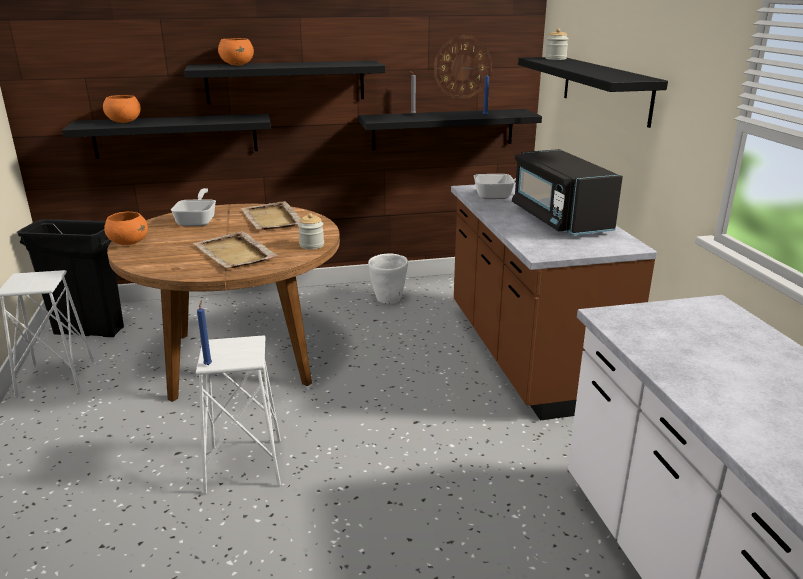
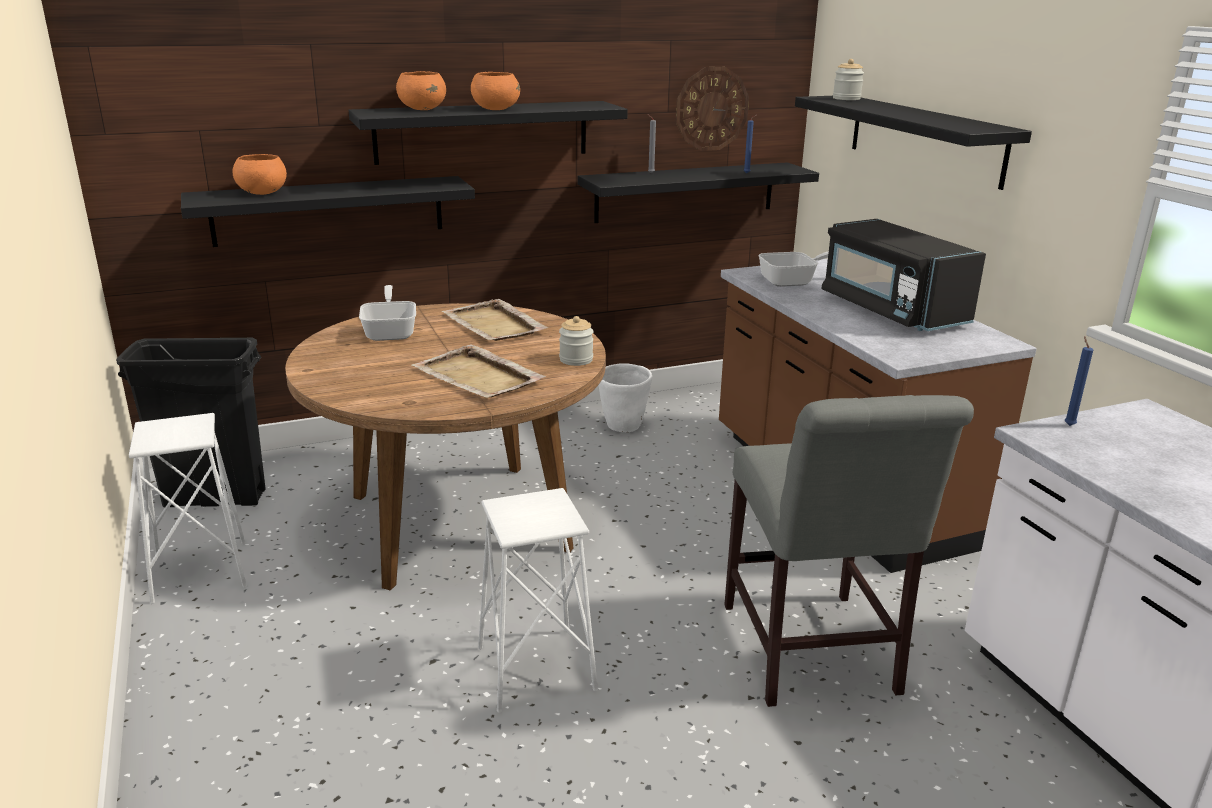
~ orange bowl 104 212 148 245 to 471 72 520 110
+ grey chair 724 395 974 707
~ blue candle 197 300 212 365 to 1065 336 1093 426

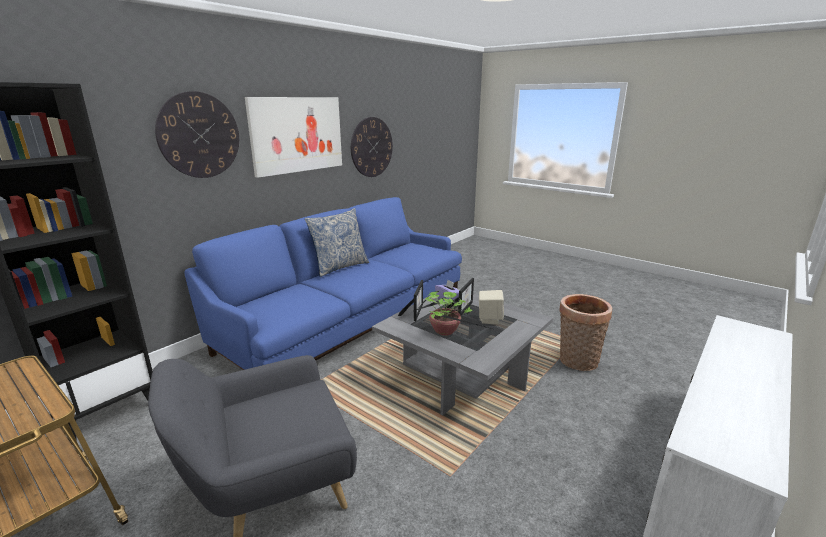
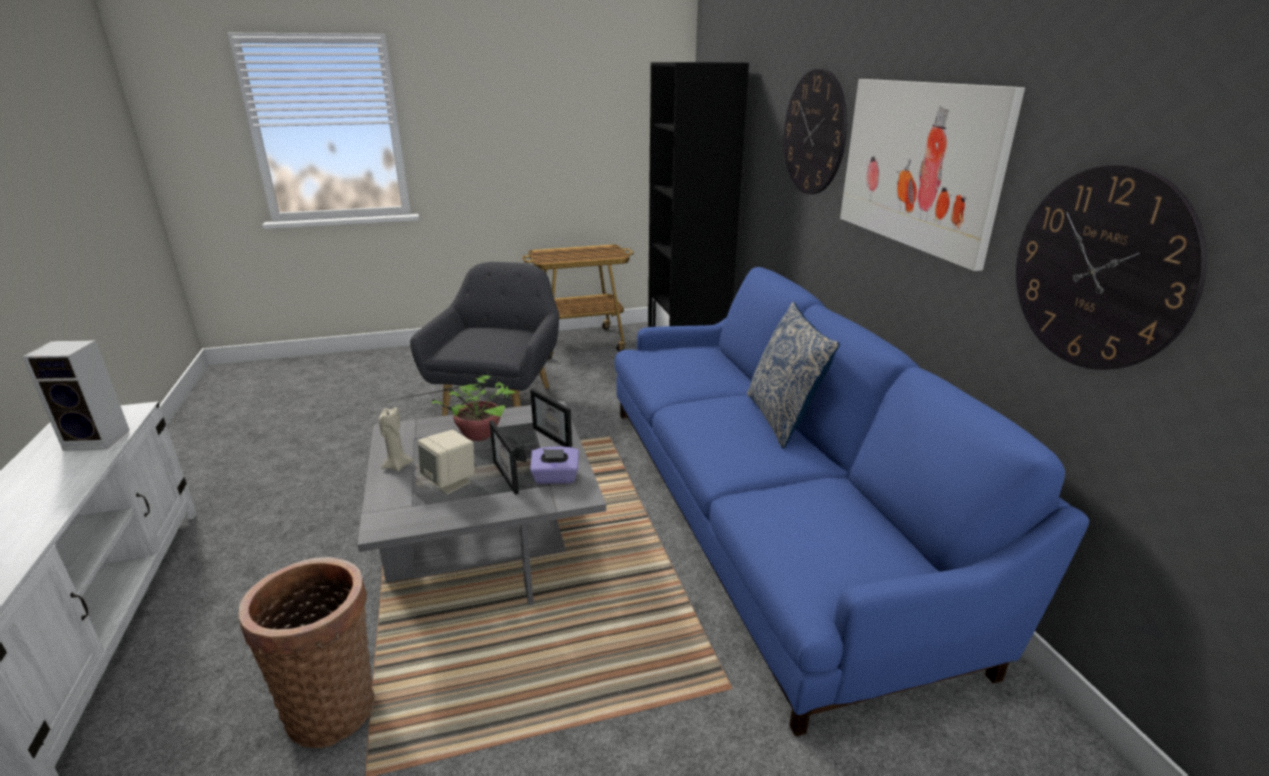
+ speaker 22 340 130 451
+ beige candle 379 407 414 472

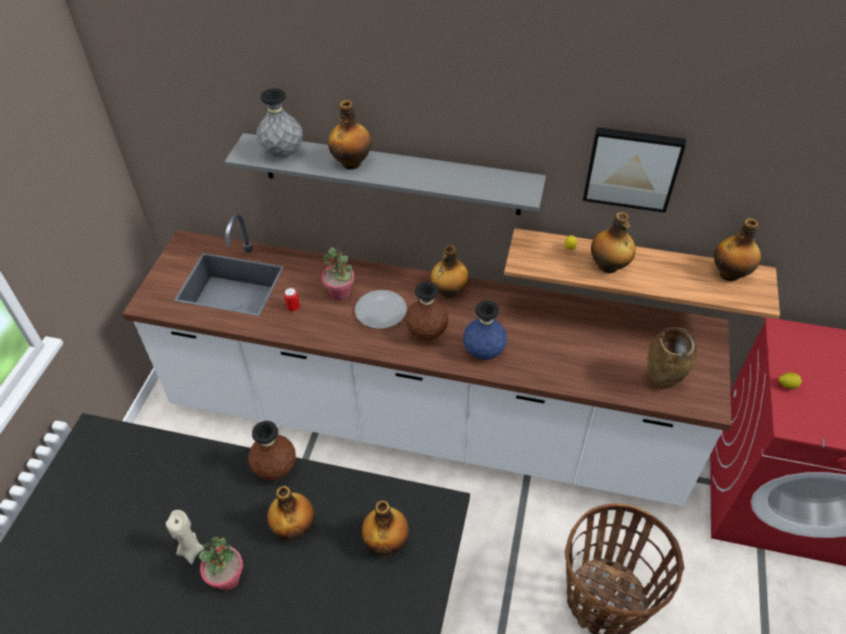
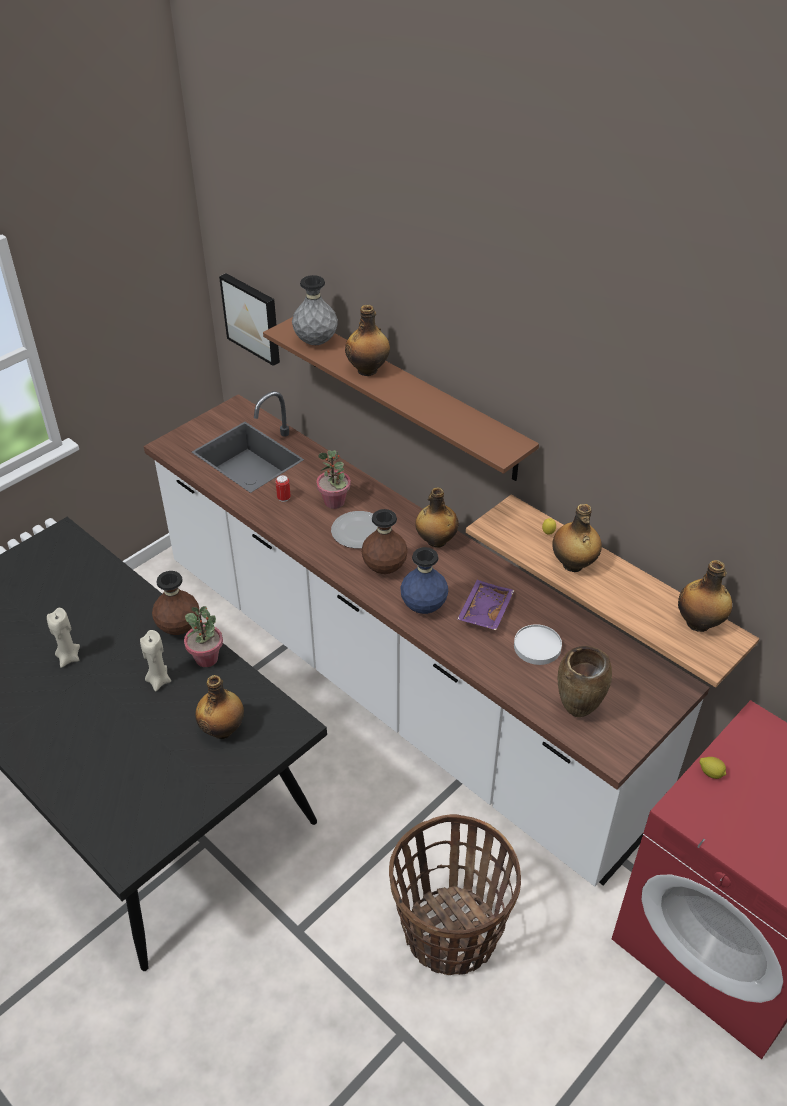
~ bottle 267 486 315 540 to beige candle 140 630 171 692
~ potted plant 198 536 243 591 to 184 606 223 667
~ picture 583 127 686 213 to 219 273 280 366
~ grey shelf 225 133 546 215 to brown shelf 263 317 539 481
+ purple tray 457 580 514 630
+ white plate 514 624 562 665

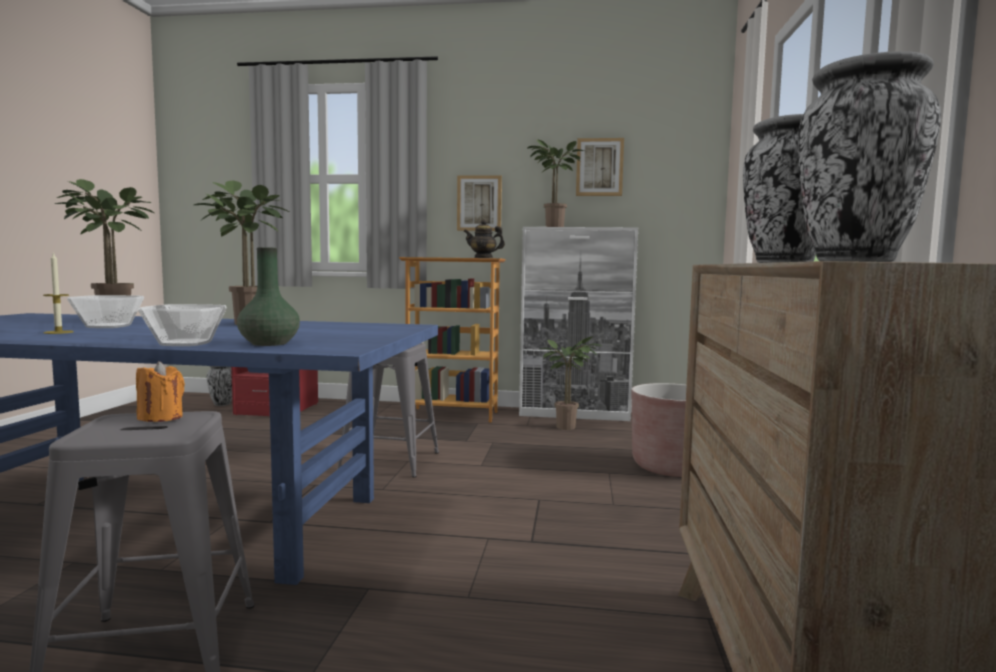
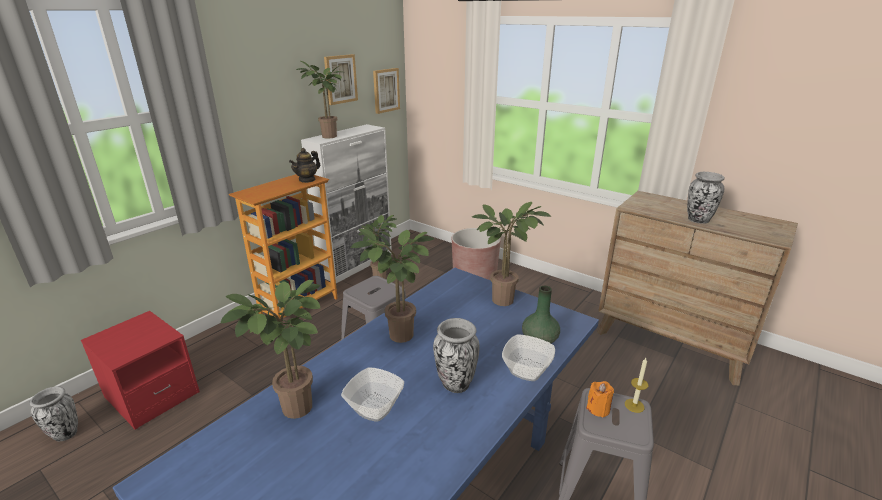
~ picture 457 175 502 231 to 373 68 400 114
~ vase 798 51 941 262 to 433 318 480 393
+ potted plant 472 202 551 306
~ candle 43 252 74 334 to 625 358 648 413

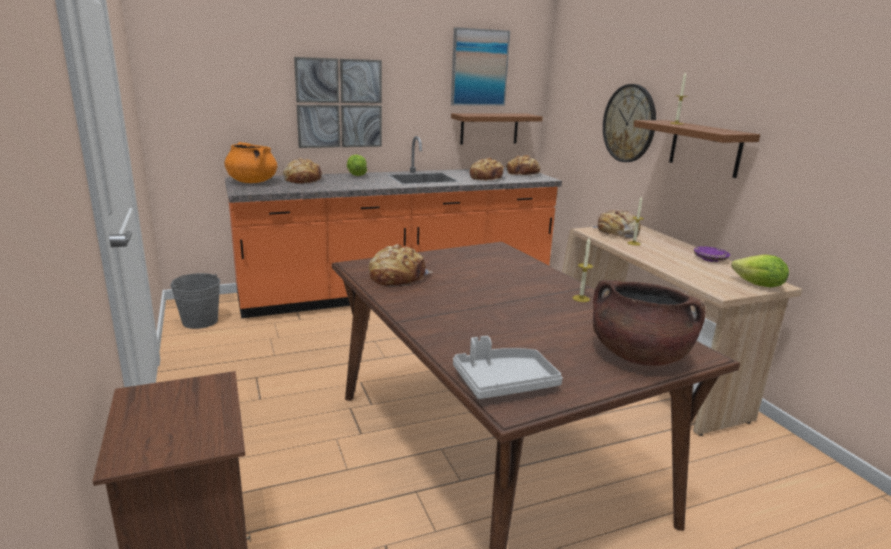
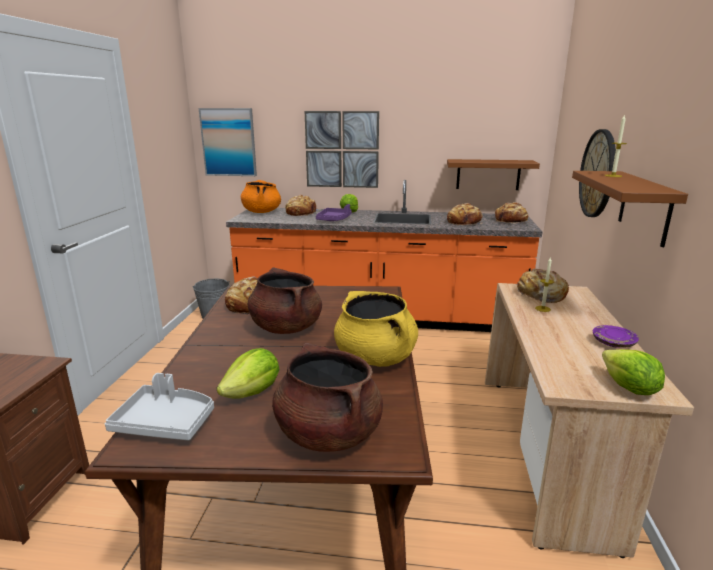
~ picture 451 27 510 106 to 199 108 257 176
+ lettuce 217 348 280 399
+ brown cooking pot 248 267 322 334
+ purple tray 316 204 352 221
~ candle 572 238 593 302 to yellow cooking pot 334 291 418 367

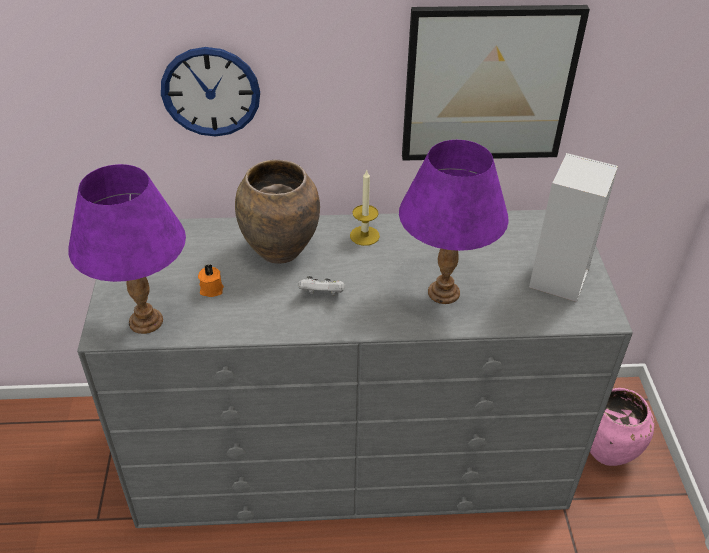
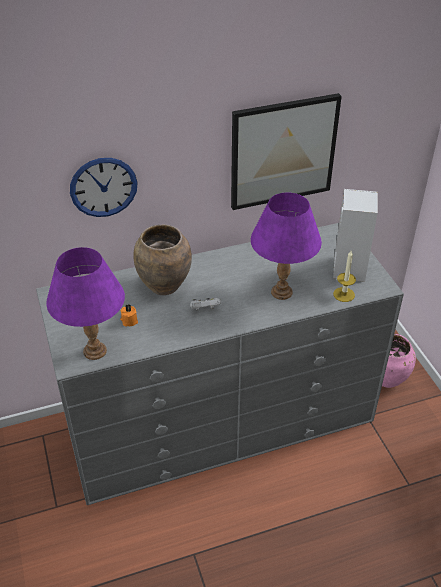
~ candle 350 169 380 246 to 333 251 356 302

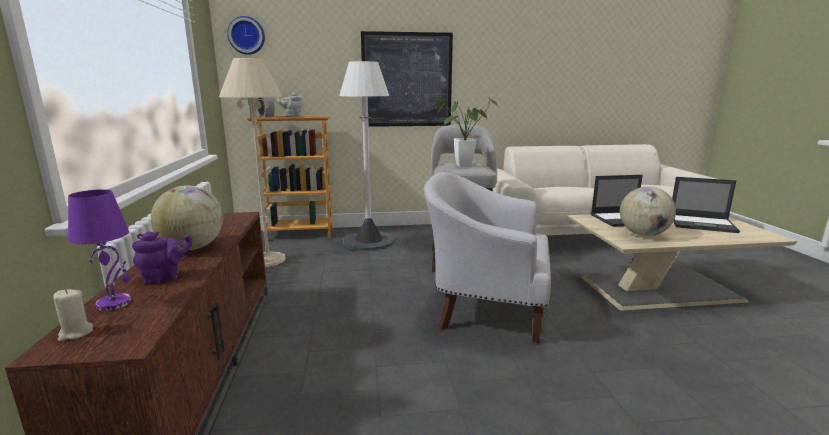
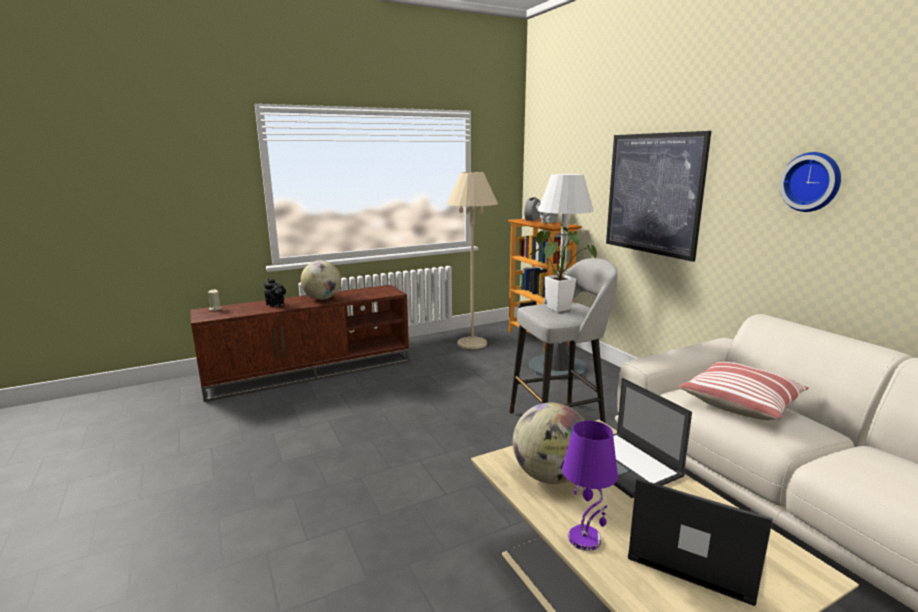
~ purple teapot 132 231 192 284 to black teapot 264 278 286 307
~ purple table lamp 68 189 131 311 to 562 421 618 551
~ laptop 672 177 740 233 = 628 478 773 606 120 degrees clockwise
+ pillow 679 362 809 420
~ wall clock 227 16 265 55 to 779 152 841 212
- white armchair 424 172 551 343

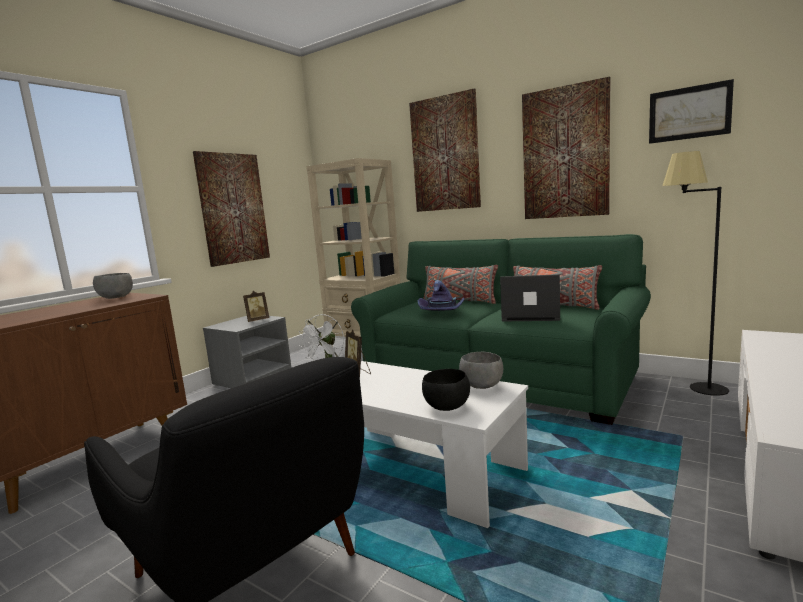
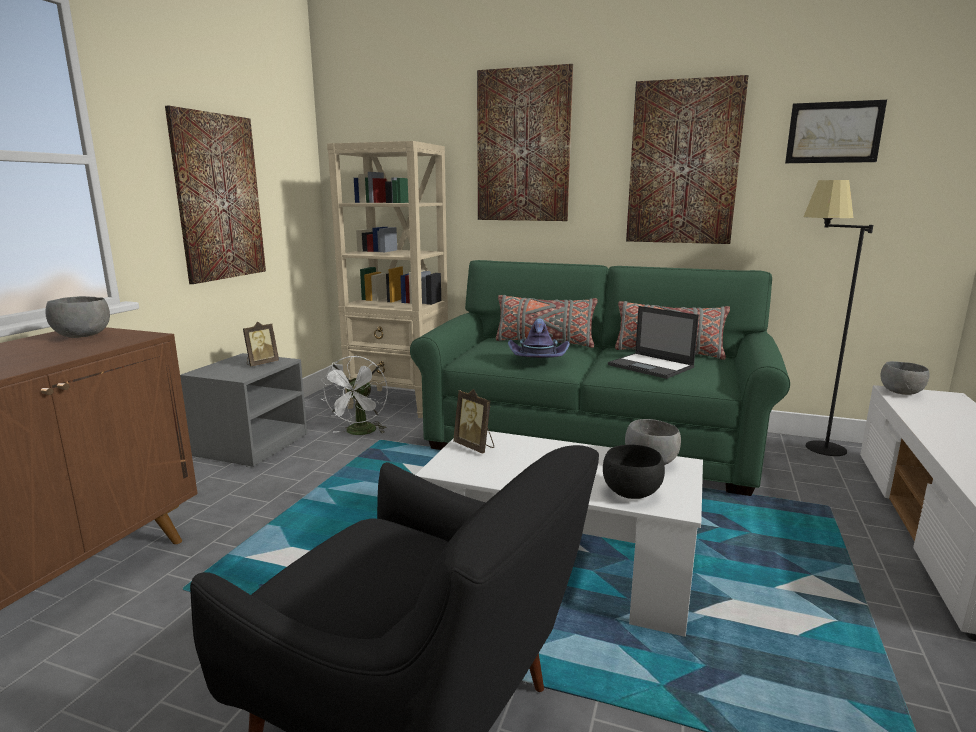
~ laptop 500 274 560 321 = 608 306 699 379 135 degrees counterclockwise
+ grey bowl 880 361 930 395

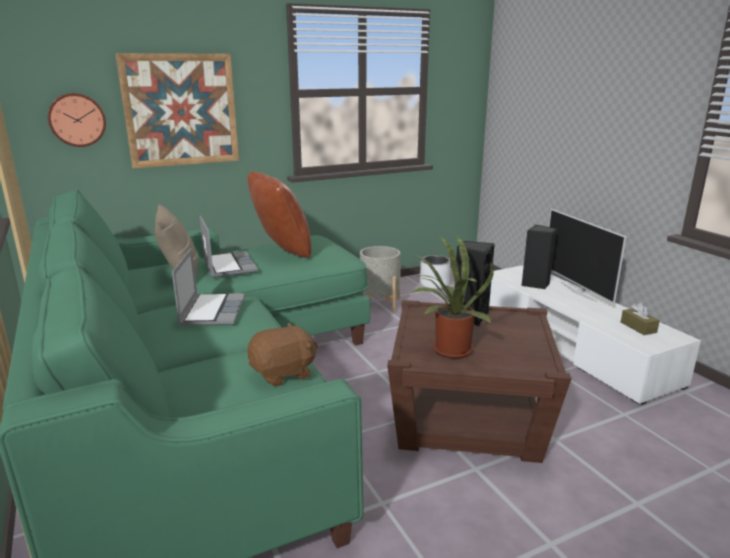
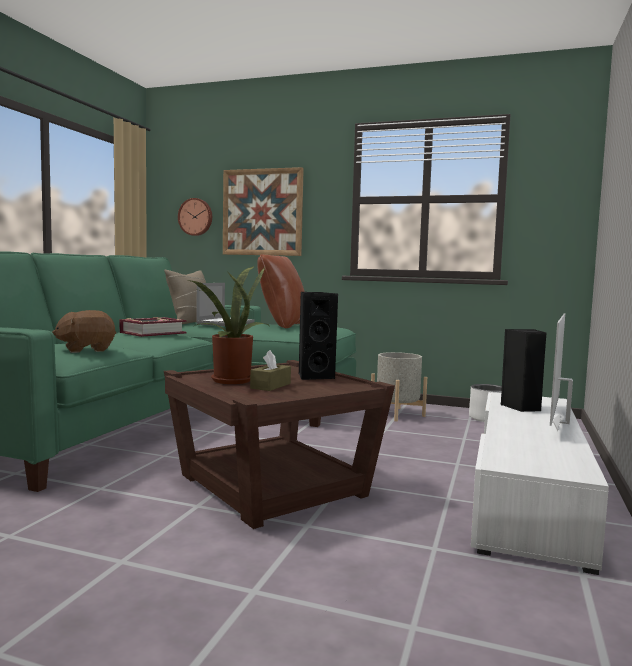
~ brown plush toy 247 322 318 387 = 52 310 116 353 135 degrees clockwise
~ laptop 172 248 245 326 to book 120 317 187 337
~ brown tissue box 621 303 660 335 to 250 350 291 391

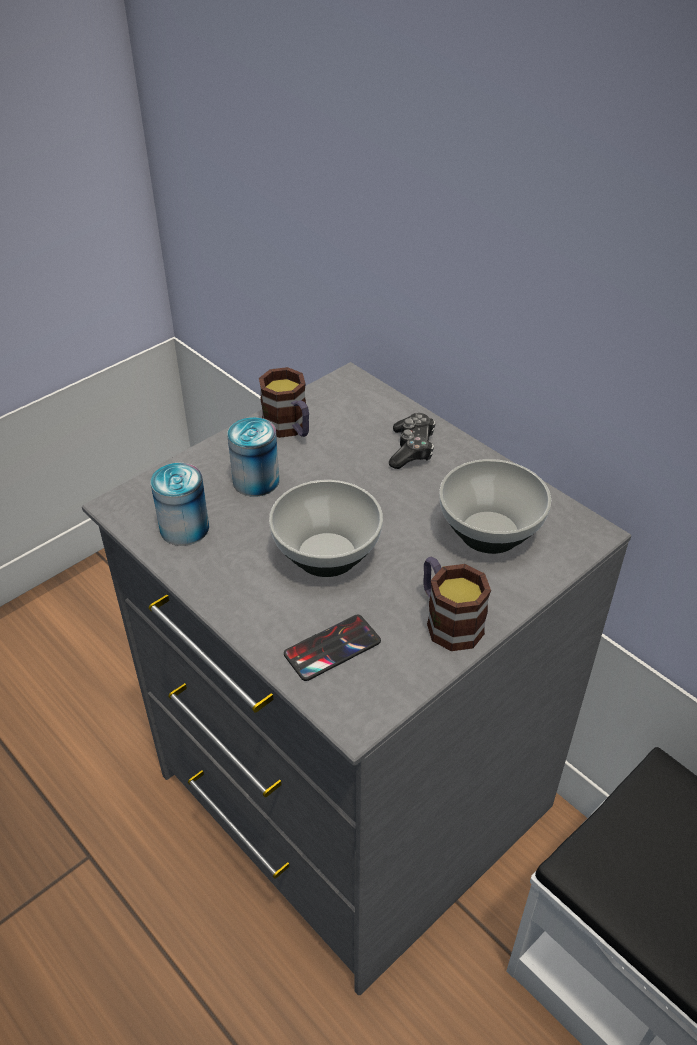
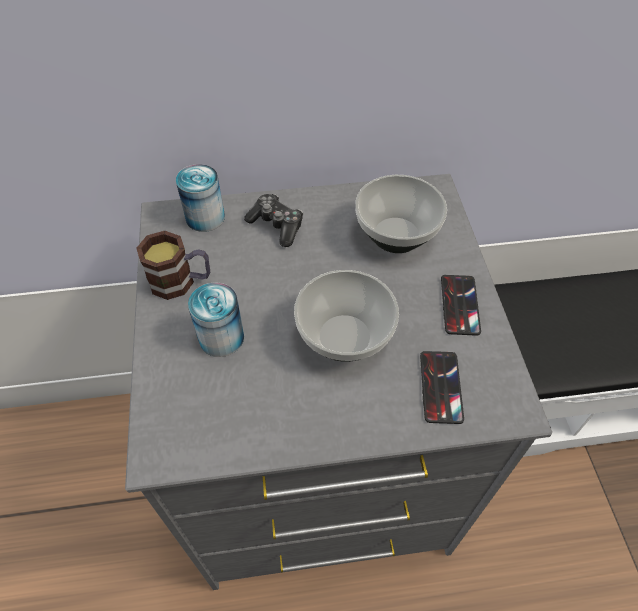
~ can 151 463 209 546 to 176 164 225 232
~ mug 423 557 491 651 to phone 441 275 481 336

